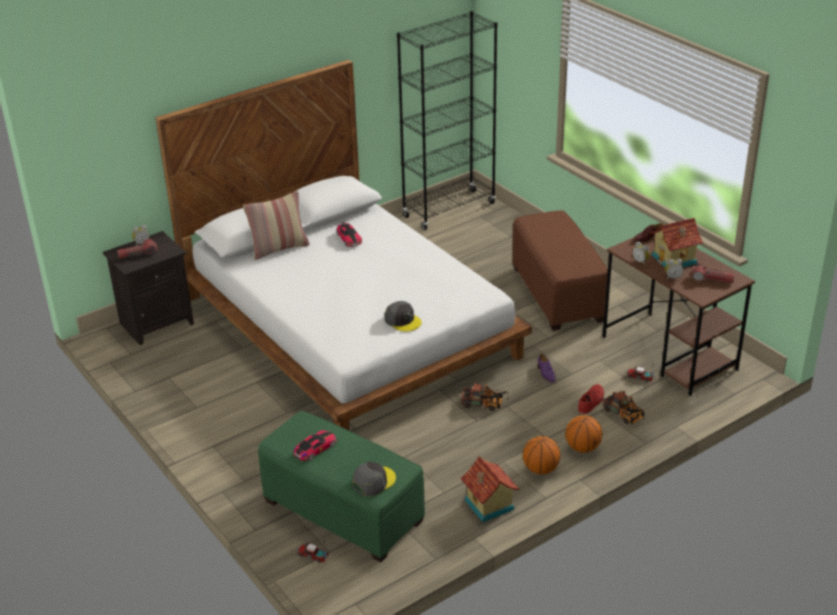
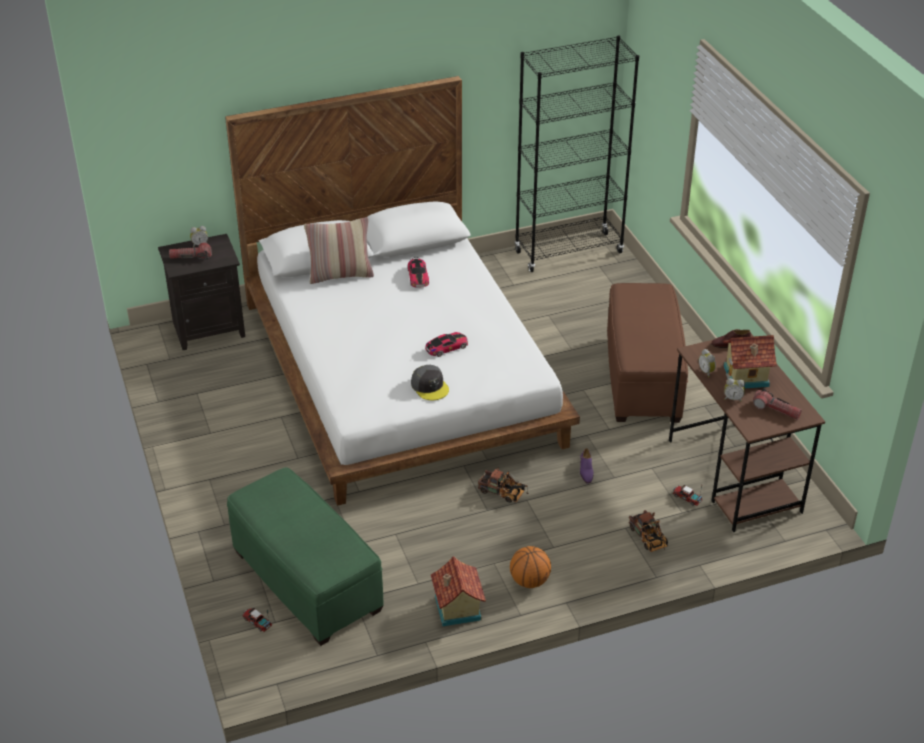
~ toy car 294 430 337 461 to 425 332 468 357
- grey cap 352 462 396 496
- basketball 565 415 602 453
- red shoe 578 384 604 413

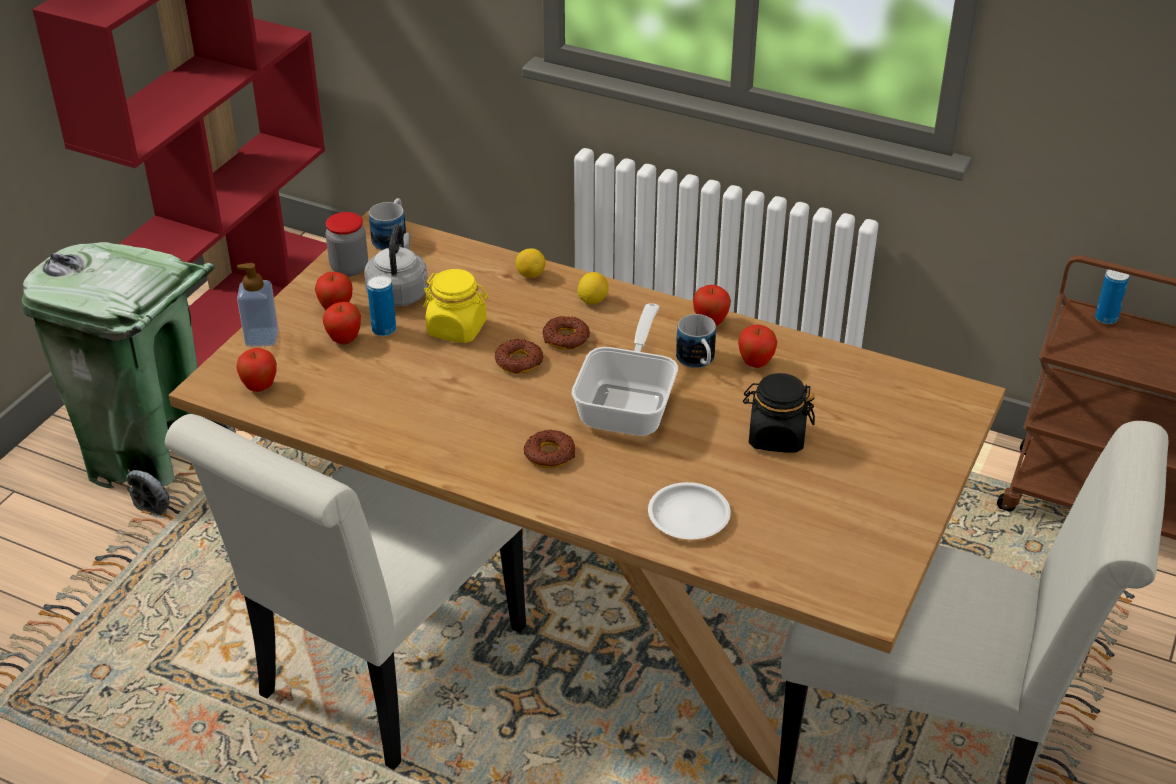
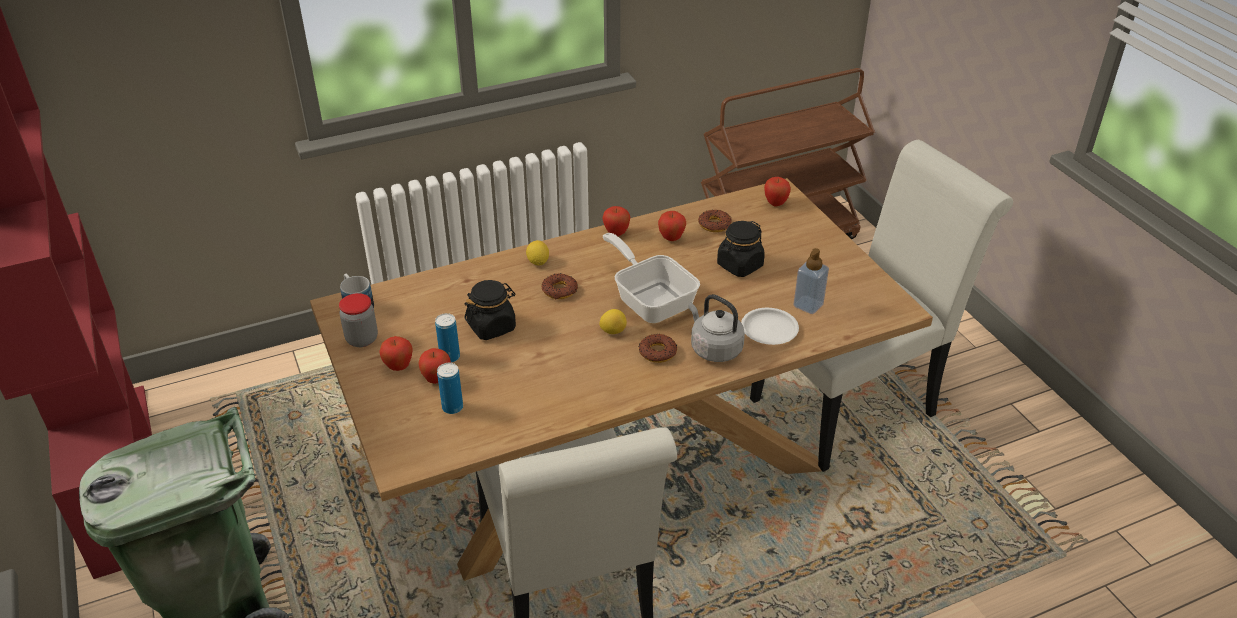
~ can 1095 269 1129 324 to 437 363 463 414
~ yellow jar 423 269 489 343 to black jar 464 280 516 340
~ lemon 516 248 546 278 to 599 309 627 334
~ grey kettle 364 224 428 307 to 688 294 745 362
~ donut 495 339 544 374 to 698 210 732 232
~ apple 237 348 277 392 to 764 177 791 207
~ soap dispenser 237 263 279 347 to 793 248 829 314
- mug 676 314 716 368

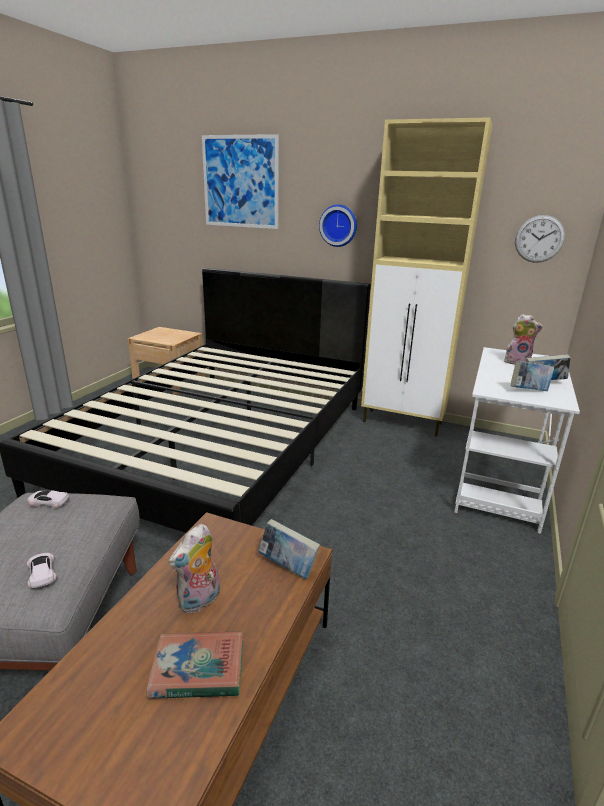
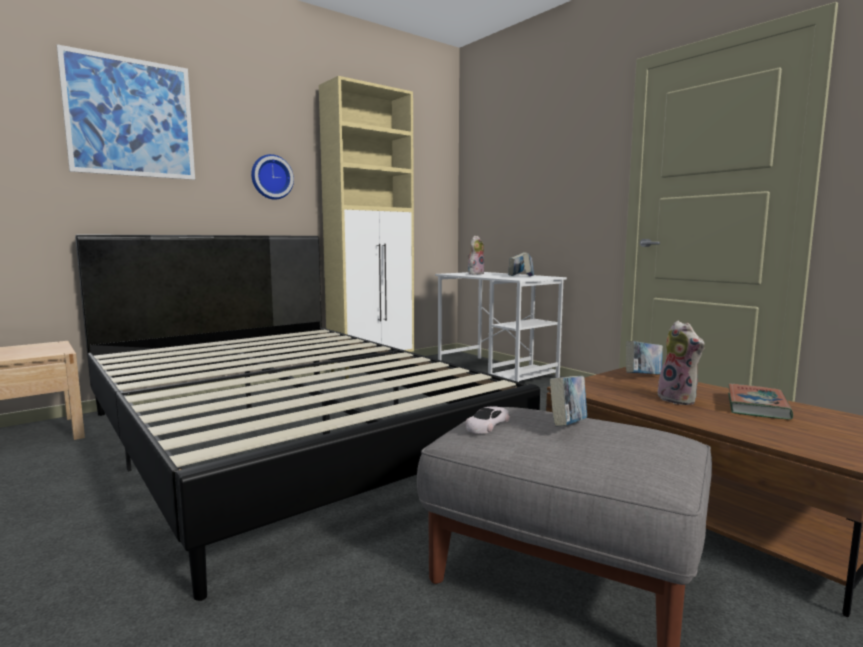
+ book 550 376 587 426
- white toy car 26 553 57 588
- wall clock 515 215 565 263

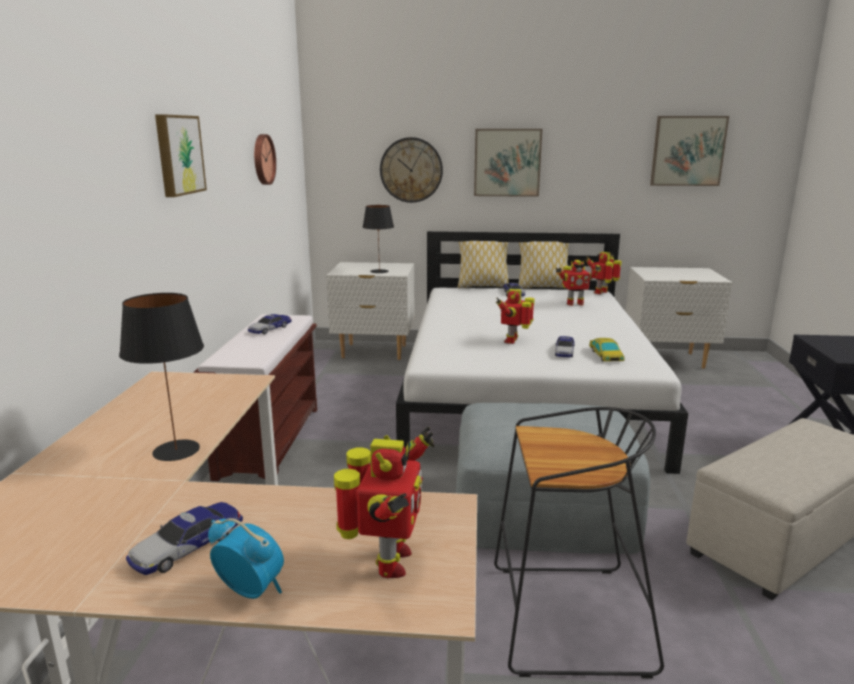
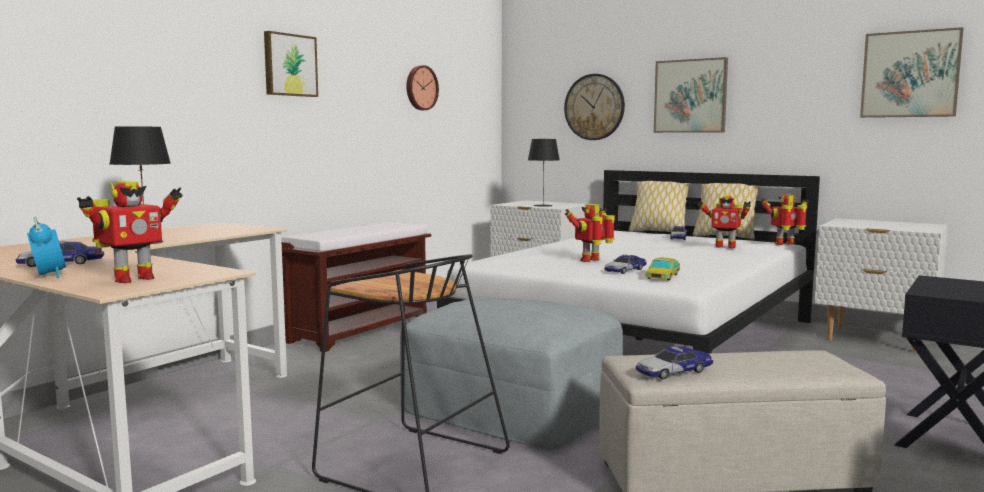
~ toy car 248 314 292 334 to 636 346 713 379

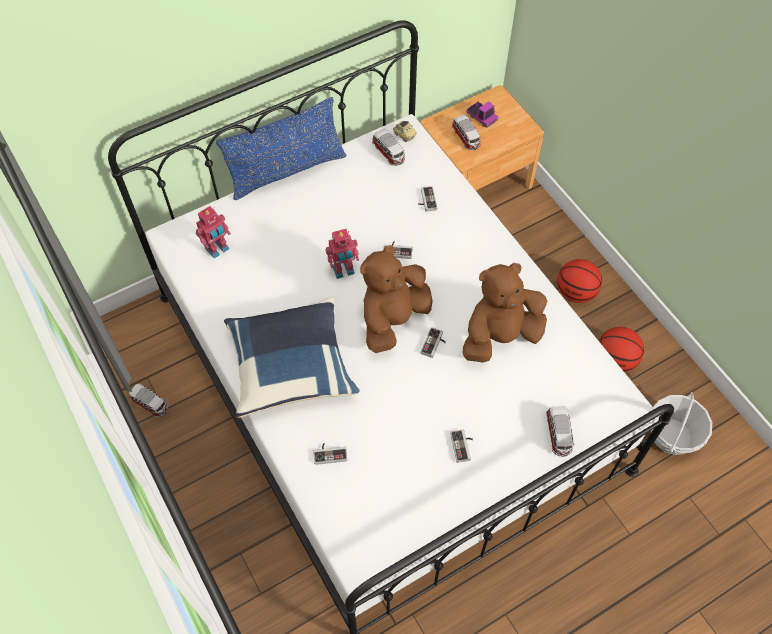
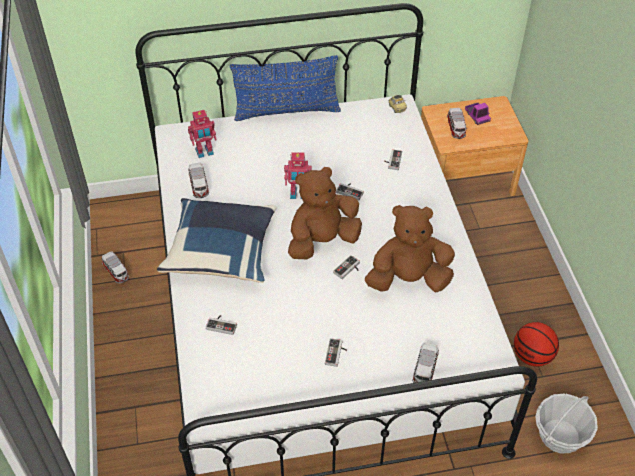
~ toy car 372 129 405 166 to 188 163 209 198
- basketball 557 259 602 303

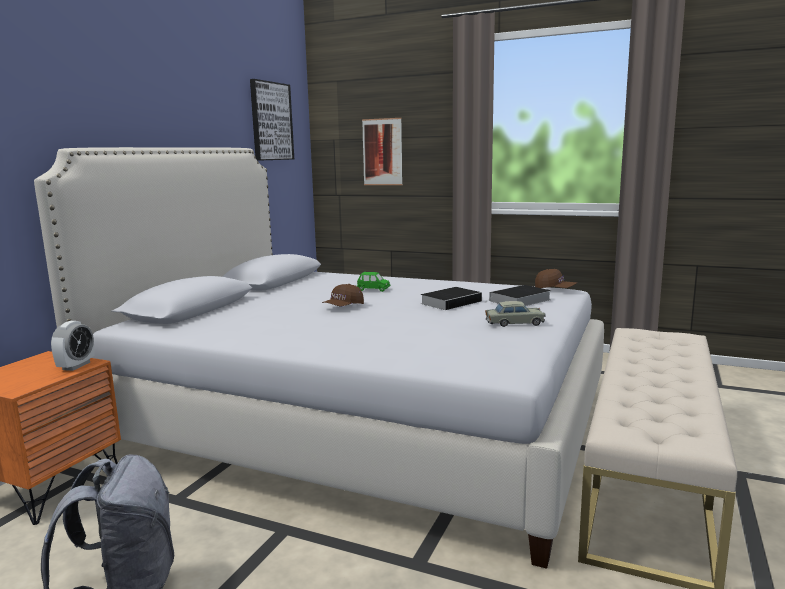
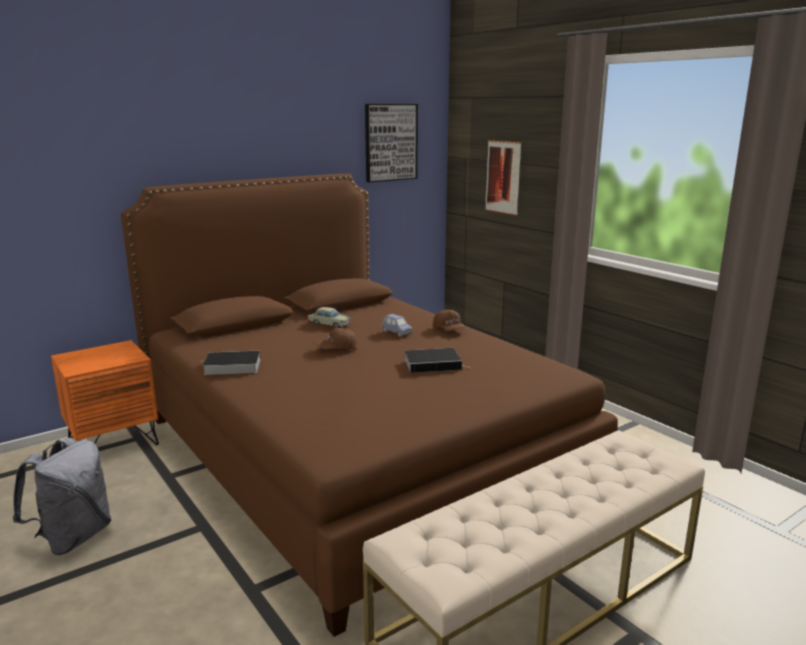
~ white bed 34 147 604 569 to brown bed 121 174 618 637
~ book 487 285 551 306 to 201 351 261 375
~ beige toy car 485 301 545 327 to 308 307 350 328
~ green toy car 357 272 390 292 to blue toy car 382 314 413 337
~ brown cap 535 269 577 288 to 433 309 466 331
- alarm clock 51 321 94 371

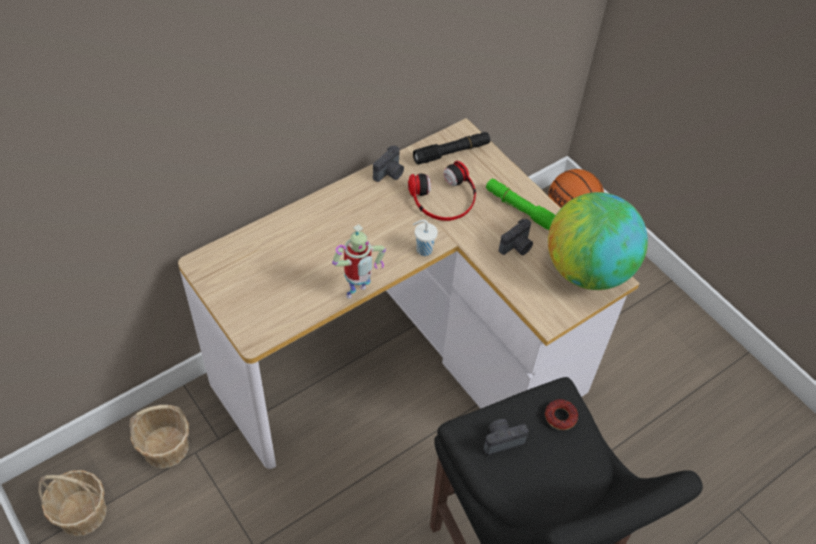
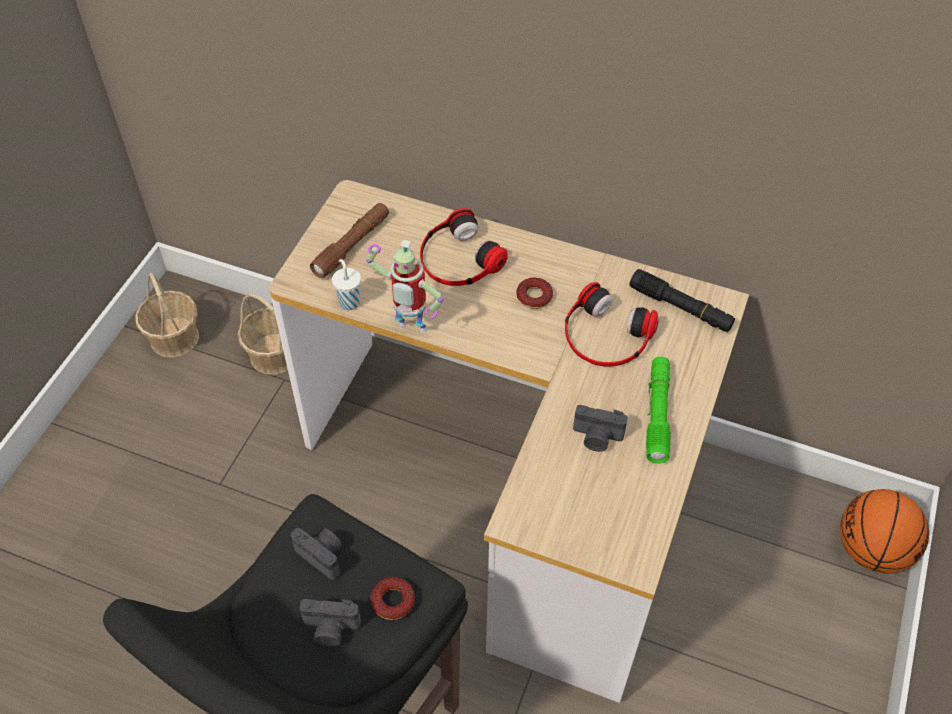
~ photo camera 373 146 404 182 to 299 599 361 647
+ brown flashlight 310 203 389 278
~ white cup 413 219 438 256 to 332 259 361 310
+ headphones 420 208 508 286
+ donut 516 277 553 309
- globe 548 192 648 290

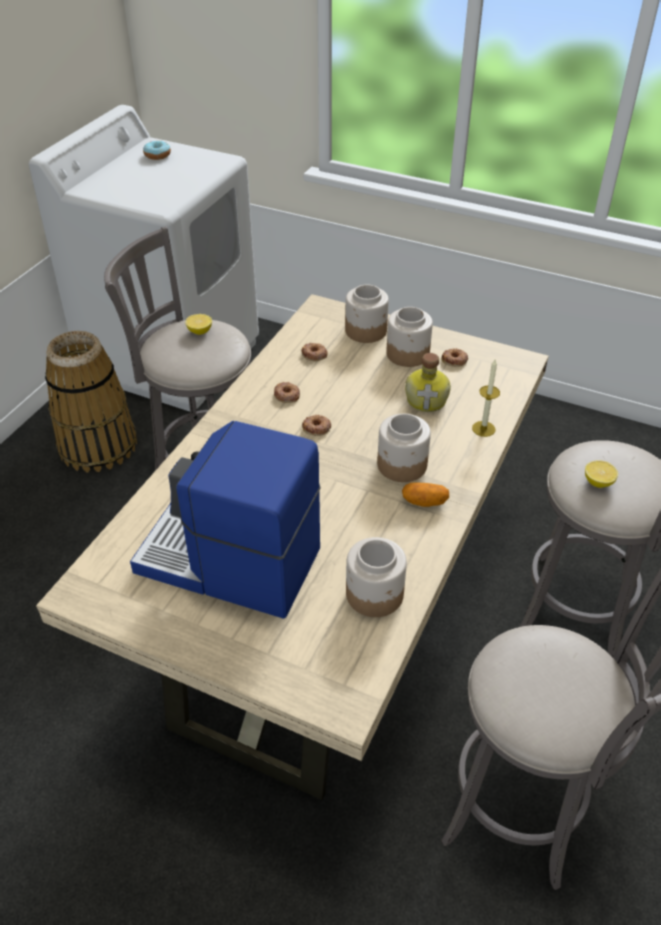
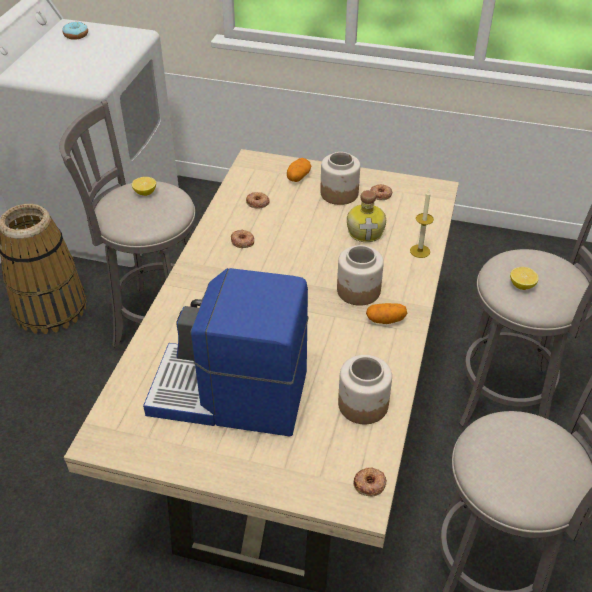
~ jar 345 285 389 343 to potato 287 158 311 182
~ donut 302 415 331 436 to 353 467 387 496

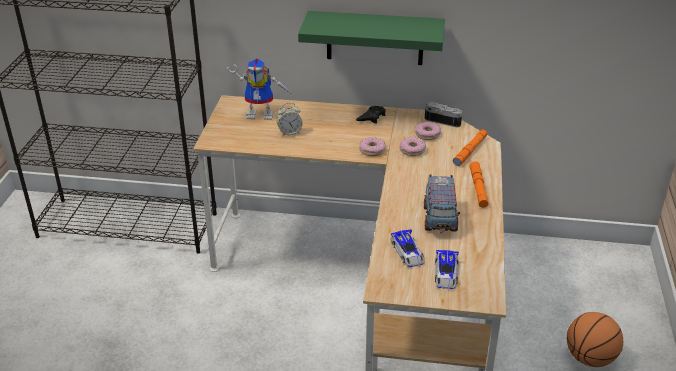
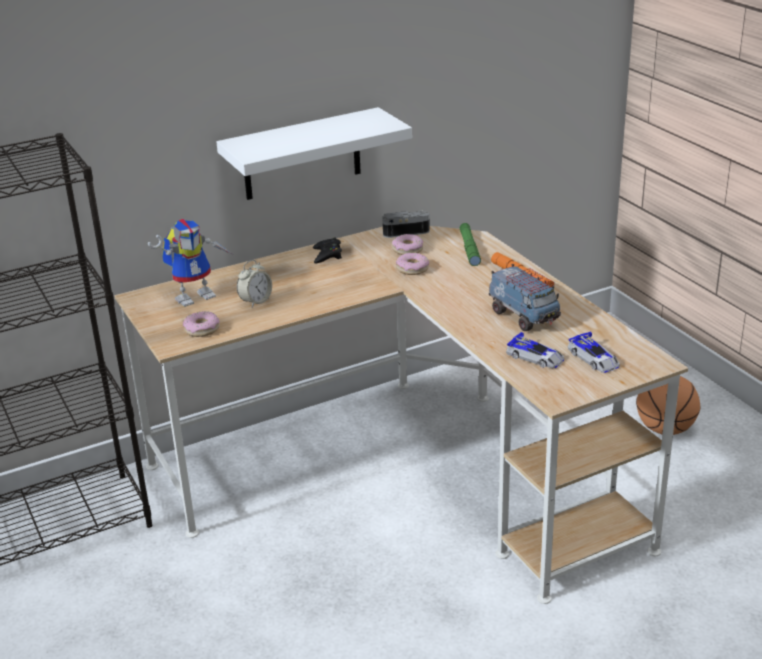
~ donut 359 137 386 156 to 183 311 220 337
~ green shelf 298 11 445 65 to white shelf 216 107 412 200
~ orange flashlight 453 130 487 166 to green flashlight 460 223 481 266

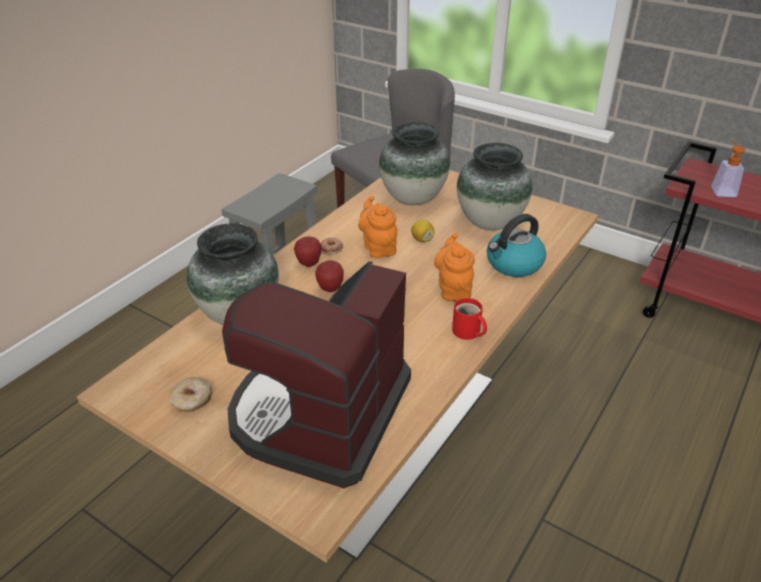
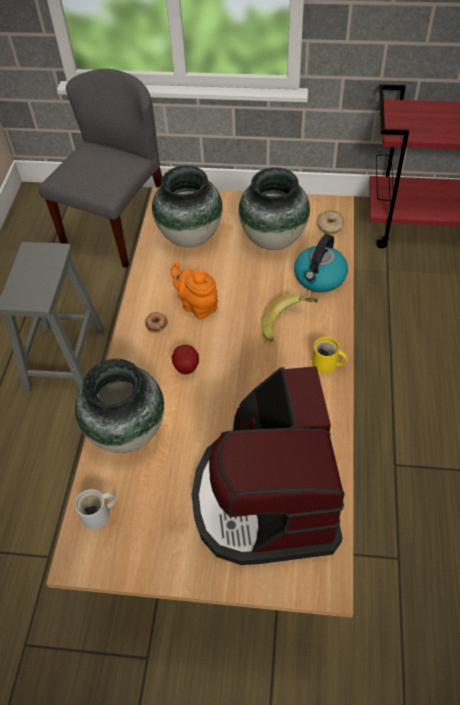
+ white mug 75 489 116 529
~ orange teapot 434 233 475 301 to banana 262 293 318 341
~ red mug 452 298 487 340 to yellow mug 312 337 347 373
~ donut 169 377 212 412 to 318 210 344 234
- apple 294 237 321 267
- lemon 411 220 434 242
- soap dispenser 711 140 745 197

